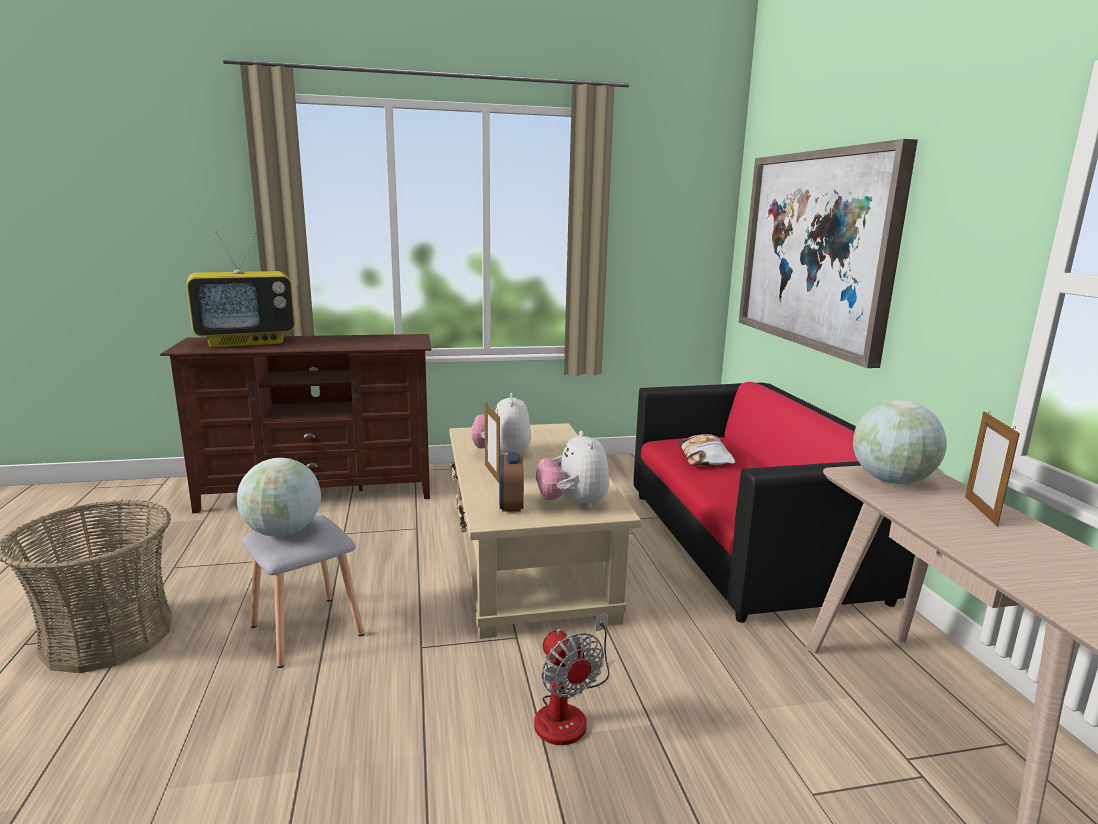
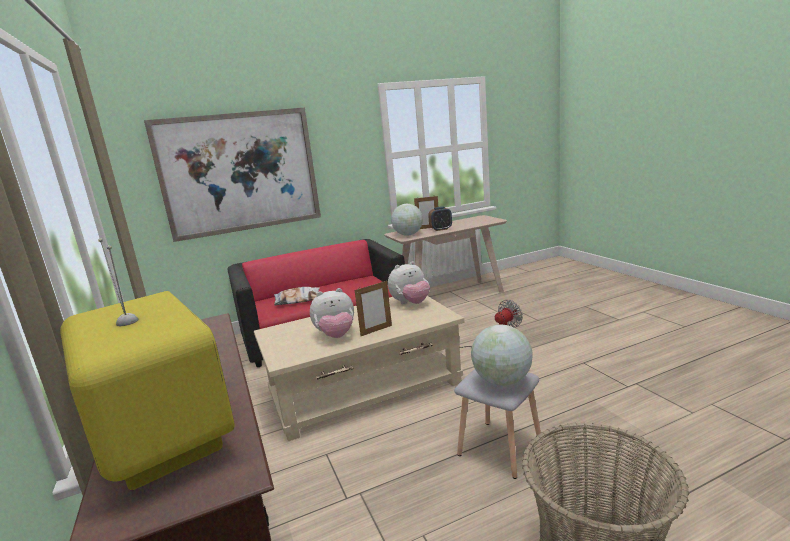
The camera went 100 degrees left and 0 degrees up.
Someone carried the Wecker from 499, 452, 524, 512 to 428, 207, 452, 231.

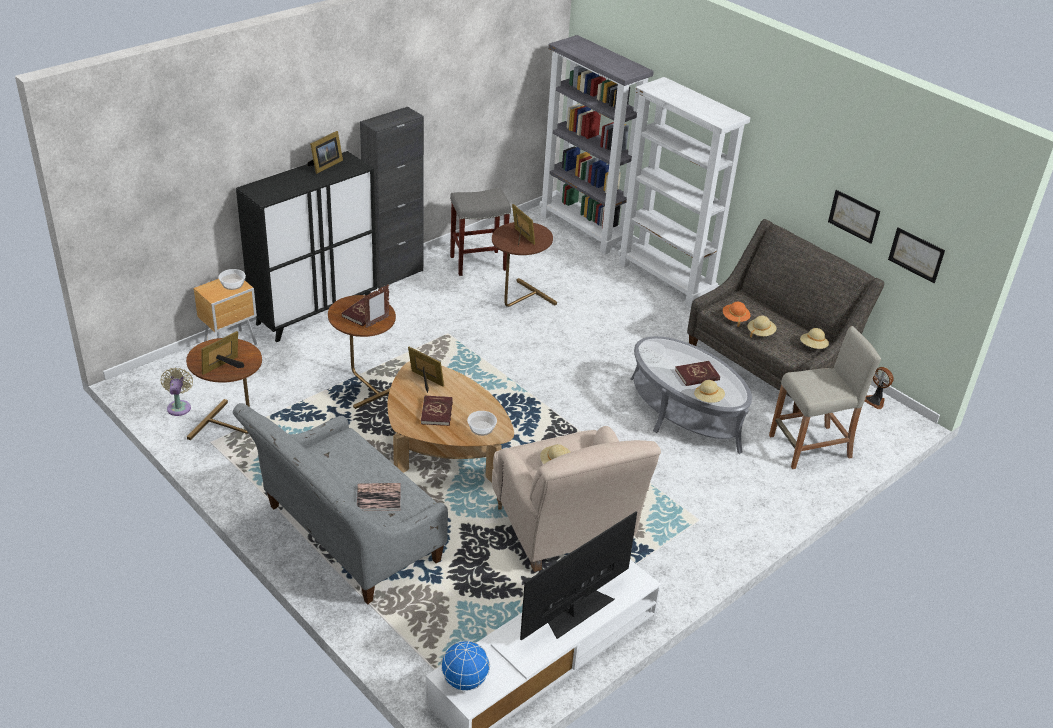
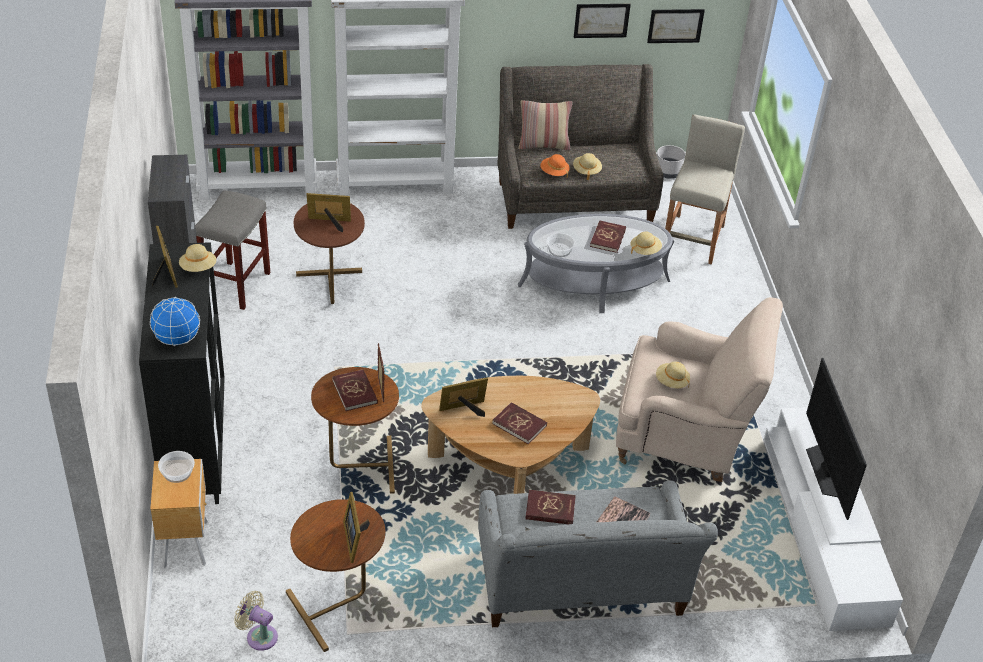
The camera went 55 degrees left and 5 degrees up.
Someone carried the Hut (beige) from 800, 328, 829, 349 to 179, 244, 216, 272.
Someone swapped the Ventilator at 865, 367, 893, 409 for the Pflanzkübel (grau) at 657, 145, 685, 179.
Someone took away the Schüssel at 467, 411, 497, 436.
Someone carried the Globus from 441, 641, 490, 691 to 150, 297, 200, 346.
Someone put down the Kissen at 518, 100, 573, 150.
Someone put down the Buch (rot) at 525, 490, 576, 524.

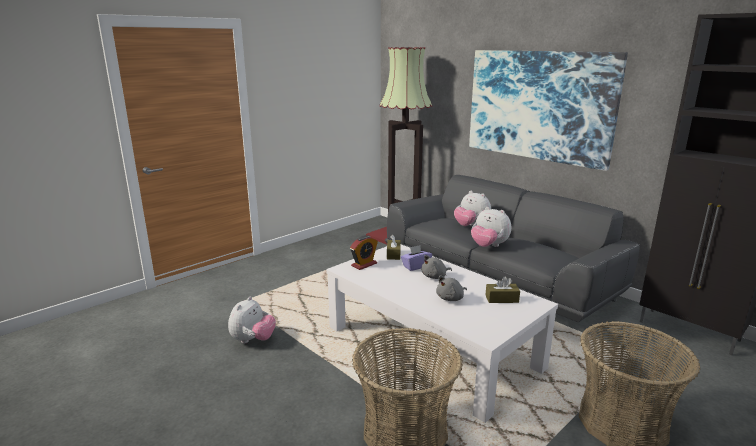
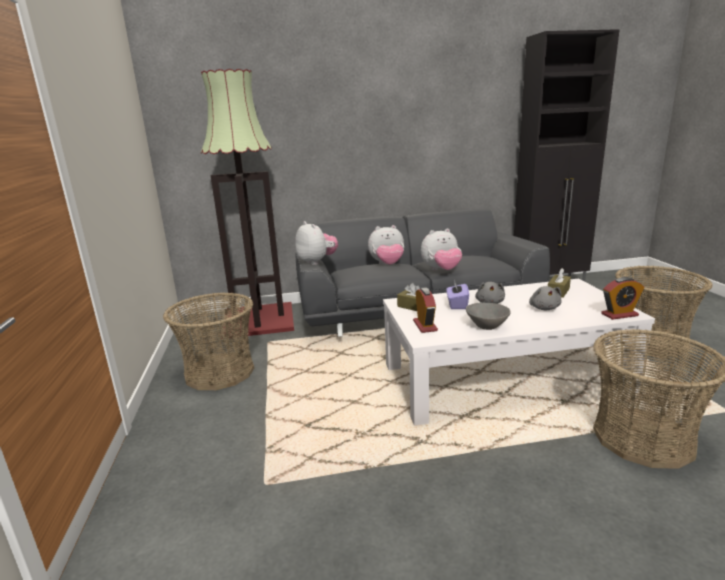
The camera went 55 degrees left and 0 degrees up.
Someone took away the Bild at 469, 50, 628, 171.
Someone carried the Plüschtier from 228, 297, 276, 344 to 295, 221, 338, 265.
Someone put down the Wecker at 601, 277, 644, 320.
Someone put down the Korb at 163, 293, 254, 390.
Someone put down the Schüssel (grau) at 466, 303, 511, 330.

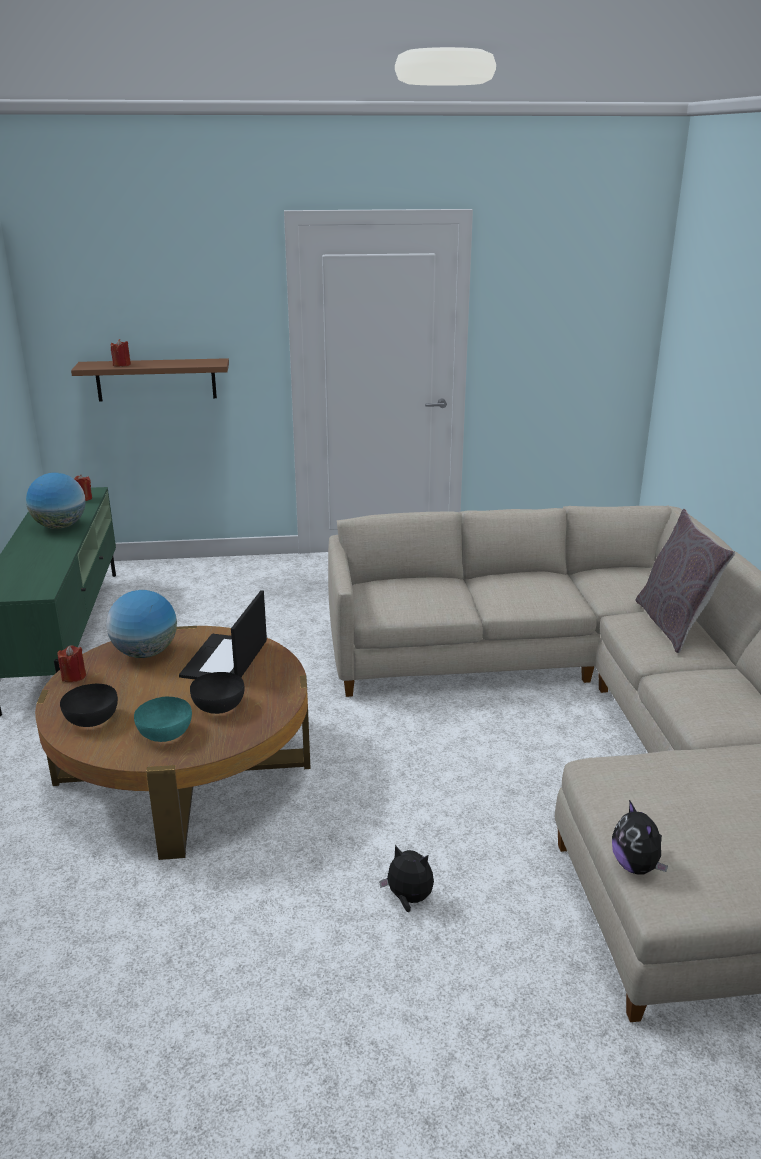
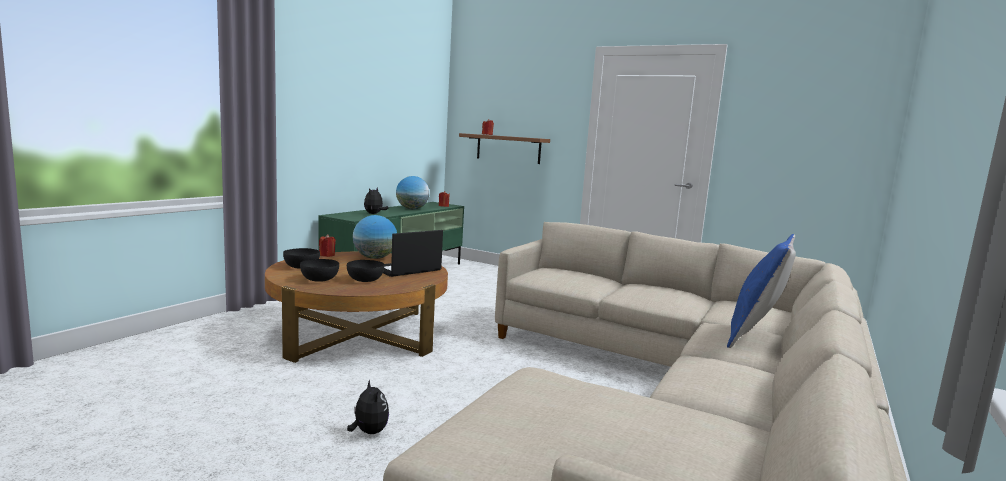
The camera went 35 degrees right and 15 degrees down.
Someone repainted the Kissen (grau) at 636, 509, 735, 653, which became the Kissen (blau) at 727, 234, 796, 348.
Someone repainted the Schüssel (türkis) at 134, 697, 192, 742, which became the Schüssel (schwarz) at 300, 259, 339, 282.
Someone carried the Plüschtier from 612, 800, 668, 875 to 364, 187, 388, 214.

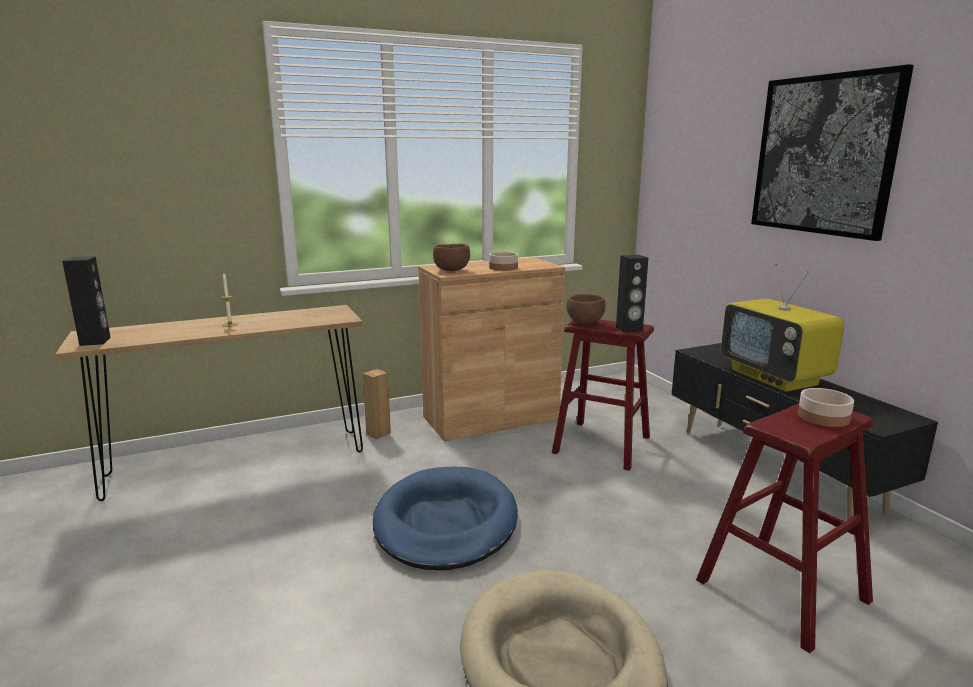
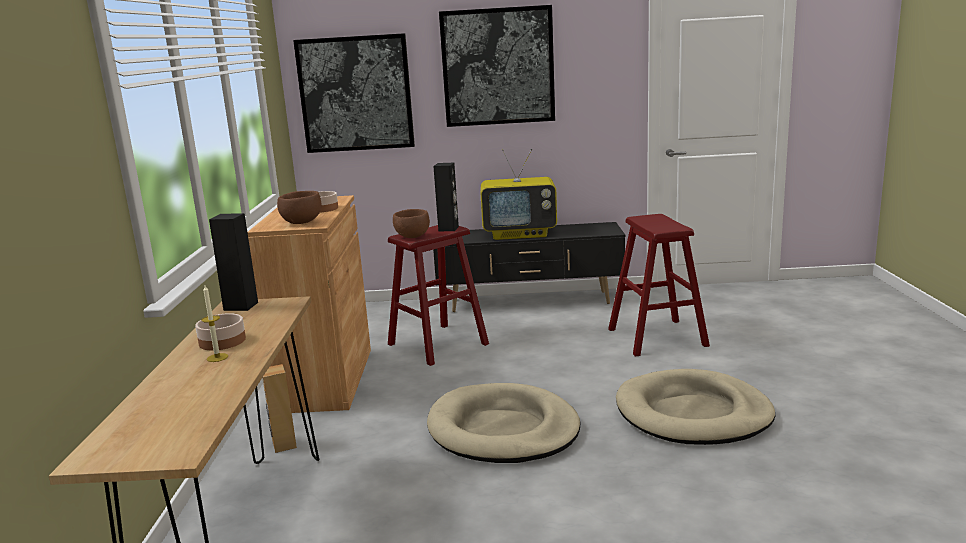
The camera went 65 degrees left and 0 degrees up.
Someone carried the Lautsprecher (schwarz) from 62, 256, 111, 346 to 209, 213, 258, 311.
Someone carried the Schüssel from 798, 388, 854, 427 to 195, 313, 246, 350.
Someone repainted the Hundebett (blau) at 373, 466, 518, 571, which became the Hundebett (beige) at 427, 383, 580, 463.
Someone put up the Bild at 293, 33, 415, 153.

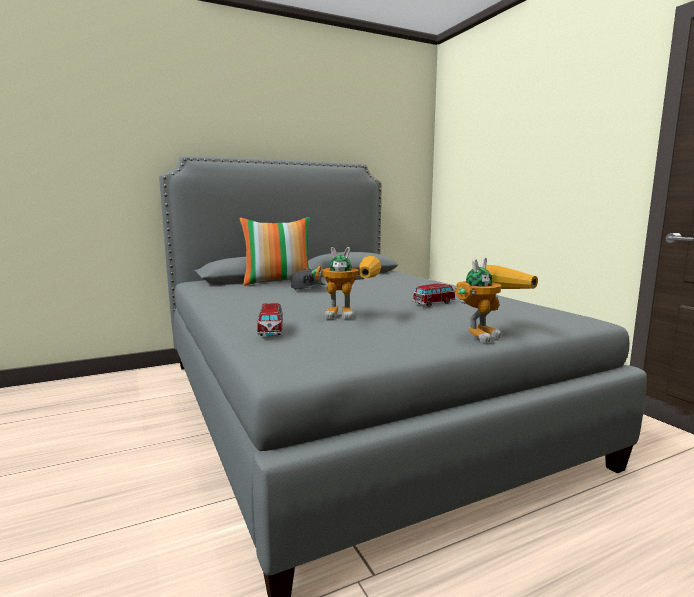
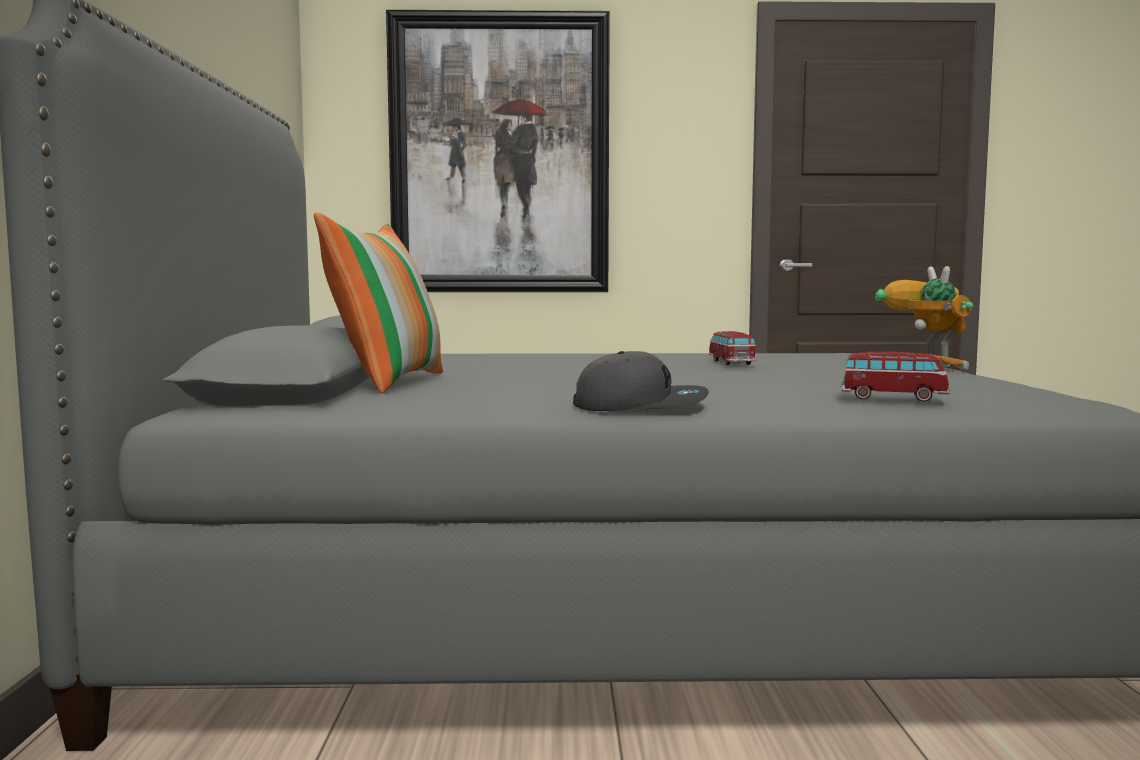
The camera went 65 degrees left and 5 degrees down.
Someone took away the Spielzeugroboter at 312, 247, 381, 319.
Someone carried the Kappe (grau) from 291, 269, 326, 290 to 573, 351, 709, 411.
Someone put up the Bild at 386, 10, 610, 292.

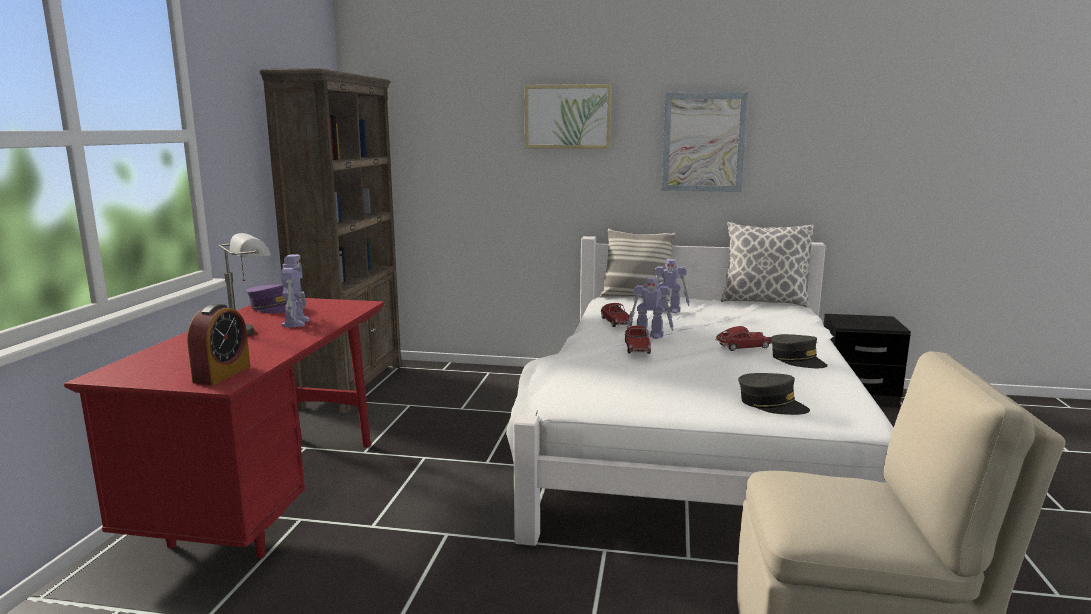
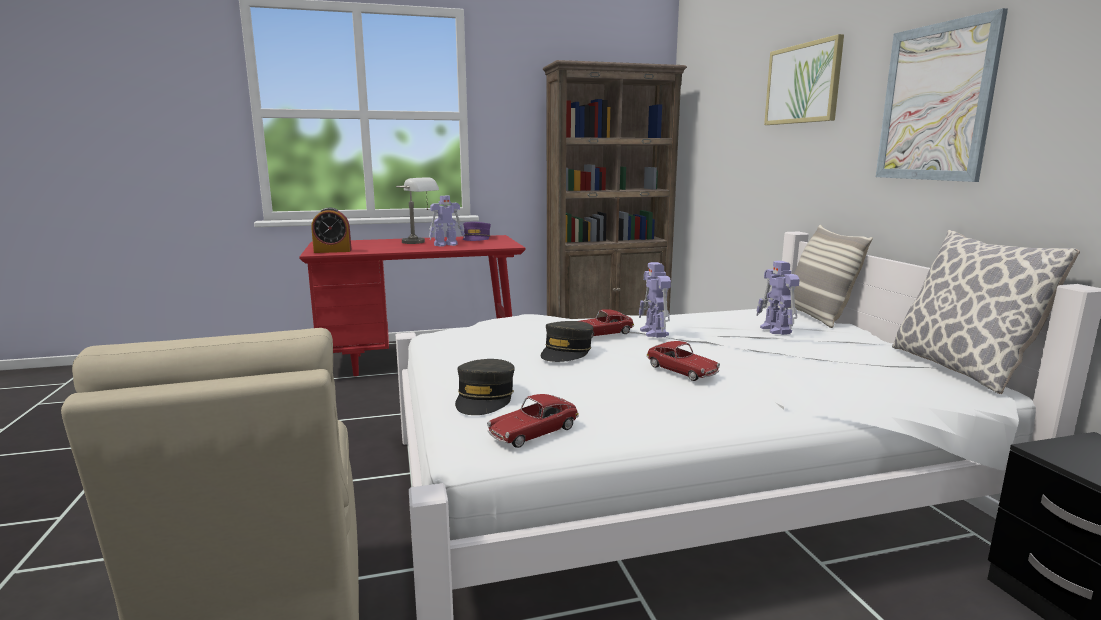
The camera went 65 degrees right and 0 degrees up.
Someone carried the Spielzeugauto from 600, 303, 633, 327 to 487, 394, 579, 448.
Someone carried the Kappe (grau) from 771, 334, 828, 368 to 541, 321, 593, 362.

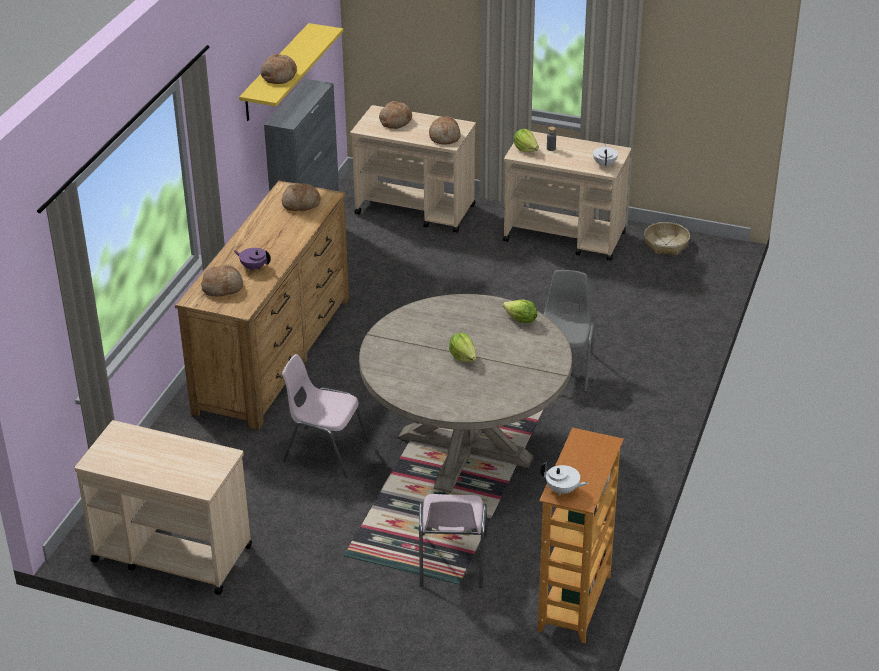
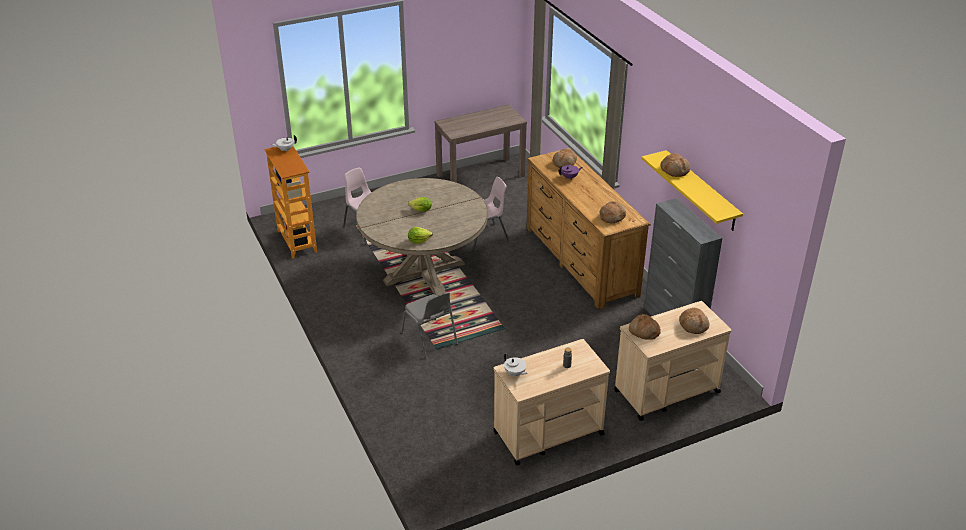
The camera went 135 degrees right and 0 degrees up.
Someone took away the Salatkopf at 514, 129, 539, 153.
Someone took away the Korb at 644, 222, 690, 255.
Someone swapped the Rollwagen (beige) at 74, 420, 252, 595 for the Konsolentisch (braun) at 434, 104, 527, 183.

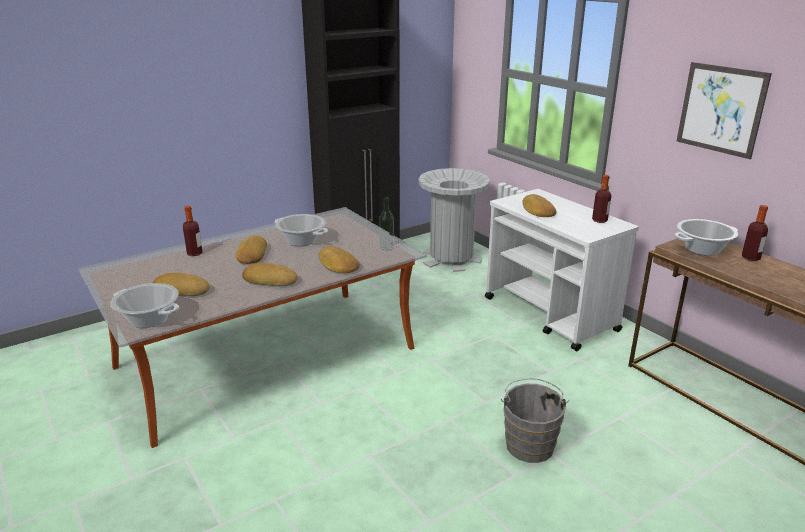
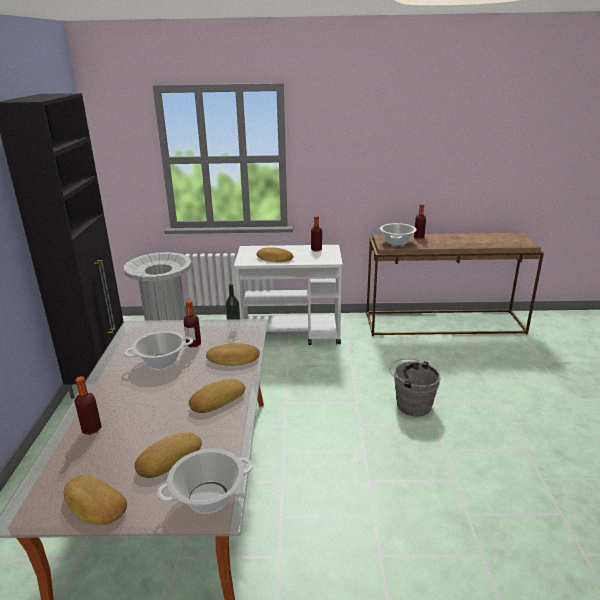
The camera went 55 degrees left and 0 degrees up.
Someone took away the Bild at 677, 62, 772, 159.
Someone carried the Brot from 236, 236, 267, 264 to 64, 475, 127, 525.
Someone put down the Flasche at 184, 300, 201, 347.

